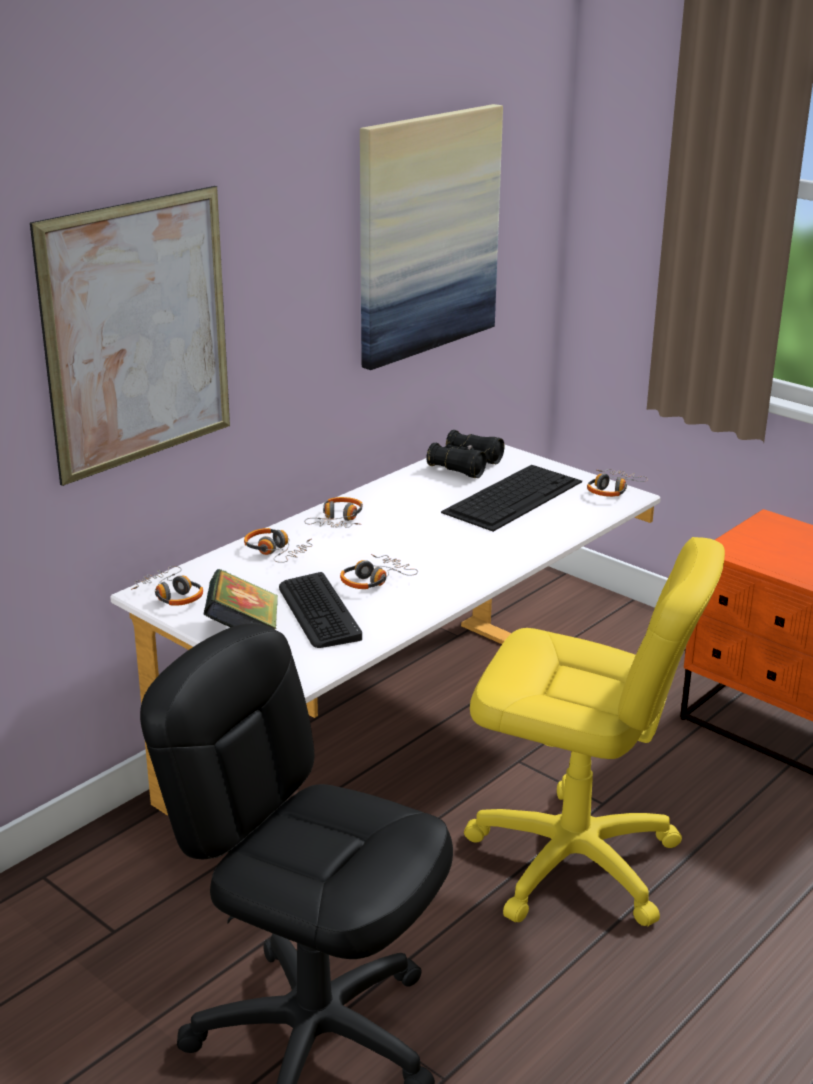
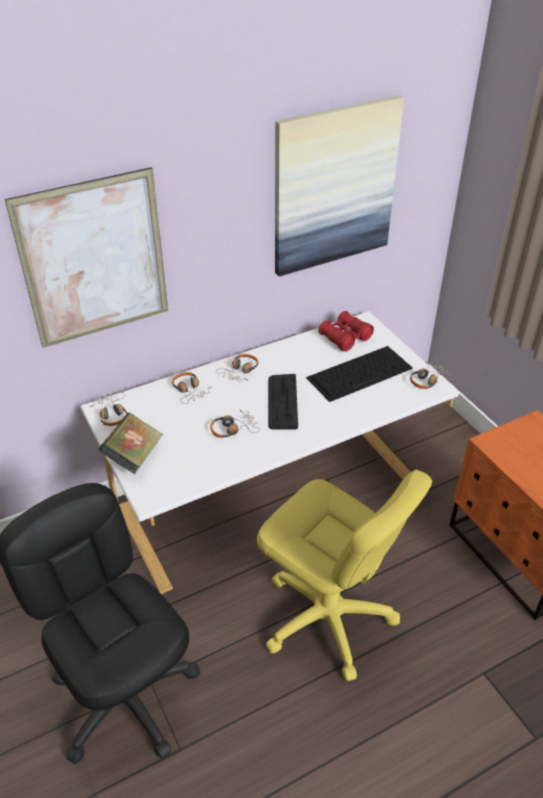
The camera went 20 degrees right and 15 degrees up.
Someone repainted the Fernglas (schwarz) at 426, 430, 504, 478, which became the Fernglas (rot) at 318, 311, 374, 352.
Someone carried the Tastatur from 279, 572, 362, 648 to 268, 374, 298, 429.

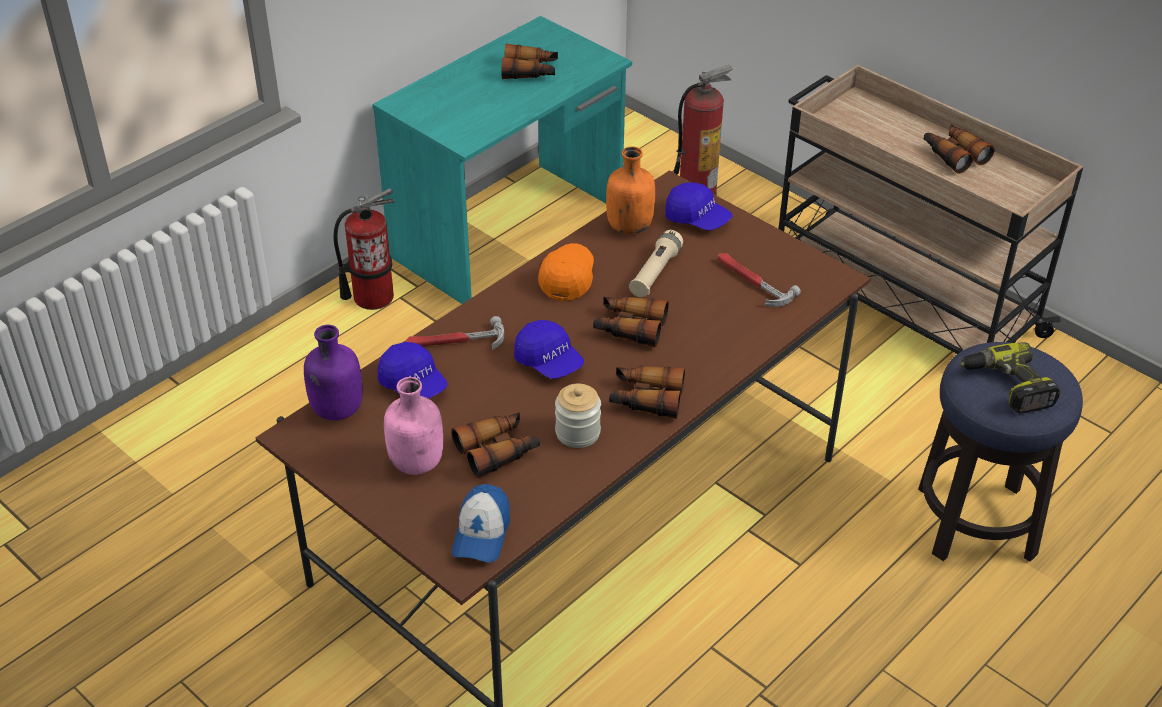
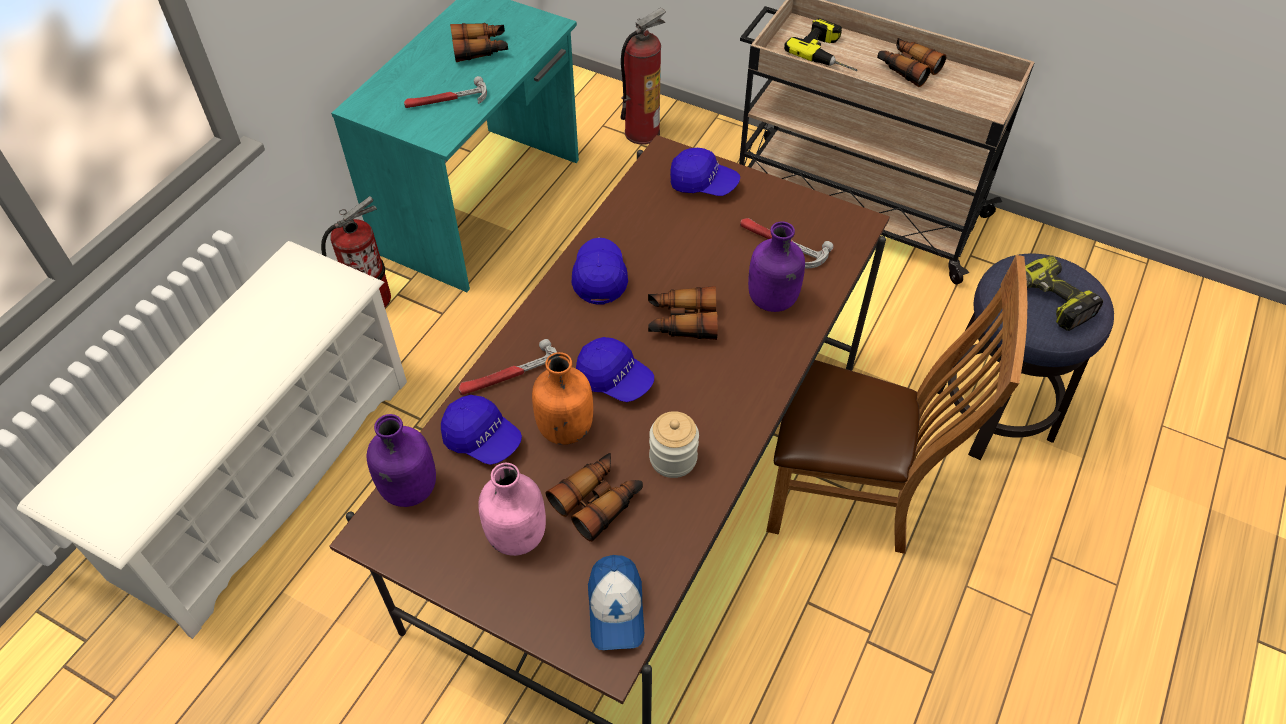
The camera went 15 degrees left and 10 degrees up.
Someone carried the Flasche (orange) from 606, 146, 655, 234 to 532, 352, 593, 445.
Someone took away the Taschenlampe (beige) at 629, 230, 683, 297.
Someone repainted the Kappe (orange) at 538, 243, 594, 301, which became the Kappe (blau) at 571, 238, 628, 305.
Someone took away the Fernglas at 609, 366, 685, 419.
Someone put down the Bohrmaschine at 784, 18, 857, 71.
Someone put down the Hammer at 404, 76, 487, 108.
Someone put down the Flasche (lila) at 748, 221, 805, 312.
Someone put down the Schuhregal (weiß) at 17, 241, 407, 639.
Someone put down the Stuhl (braun) at 766, 255, 1027, 554.

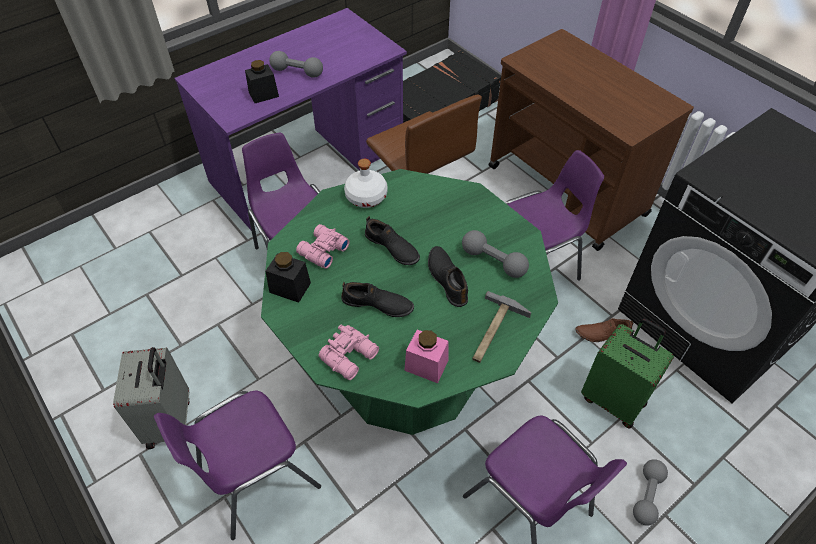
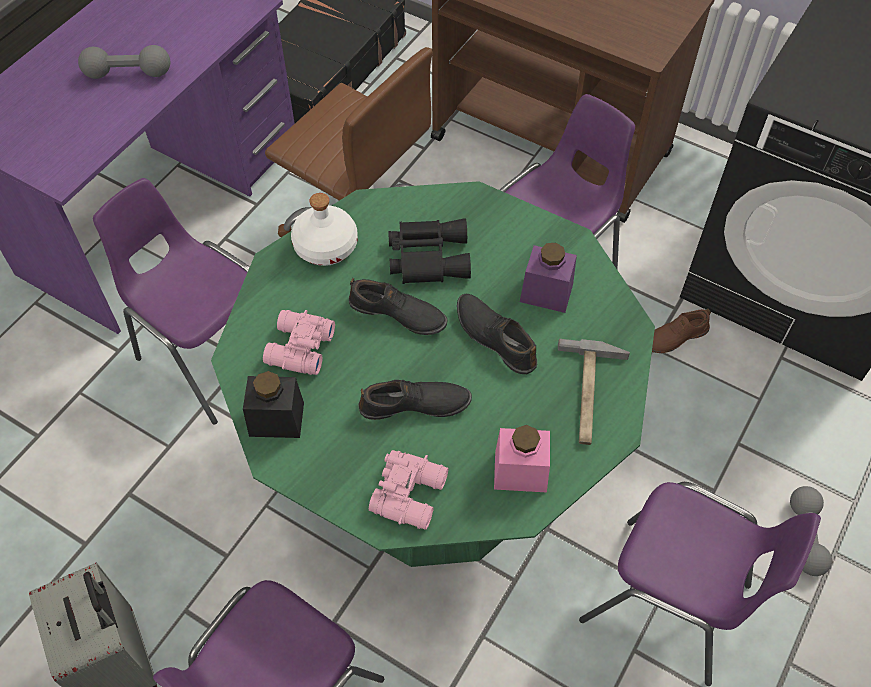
The camera went 20 degrees left and 5 degrees up.
Someone took away the Vorratsglas (schwarz) at 245, 60, 279, 103.
Someone swapped the Hantel (grau) at 462, 230, 529, 278 for the Vorratsglas (lila) at 520, 243, 577, 313.
Someone took away the Koffer (grün) at 581, 318, 674, 429.
Someone put down the Fernglas (schwarz) at 388, 218, 471, 284.

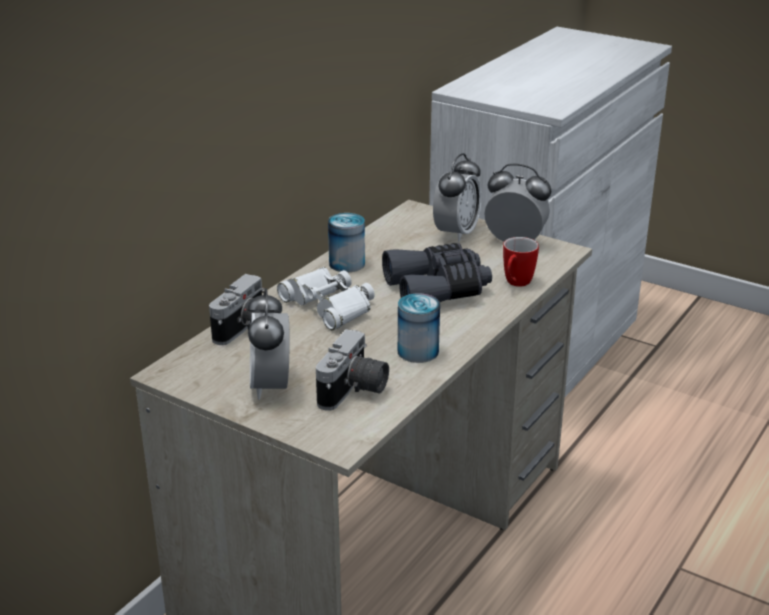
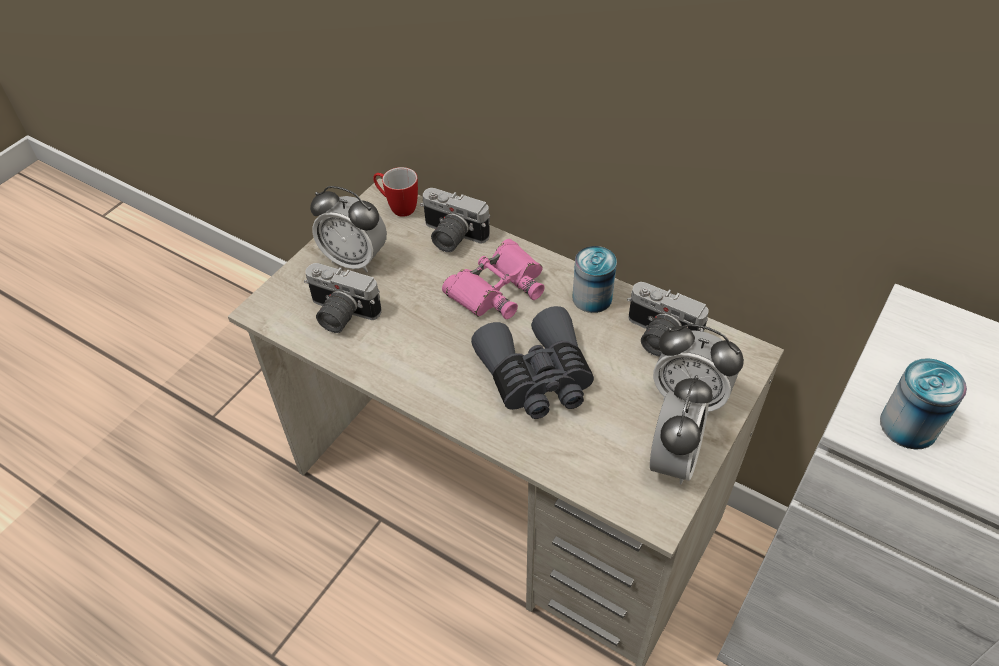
The camera went 90 degrees right and 20 degrees up.
Someone carried the Henkelbecher from 503, 237, 539, 287 to 373, 167, 418, 217.
Someone repainted the Fernglas (weiß) at 277, 267, 375, 330, which became the Fernglas (rosa) at 442, 239, 545, 319.
Someone rotated the Wecker at 248, 288, 290, 400 by 150 degrees counterclockwise.
Someone carried the Dose from 398, 293, 440, 363 to 880, 358, 967, 450.
Someone put down the Kamera at 627, 282, 708, 357.

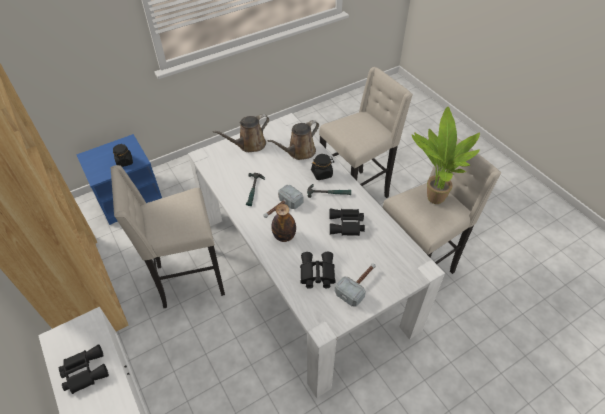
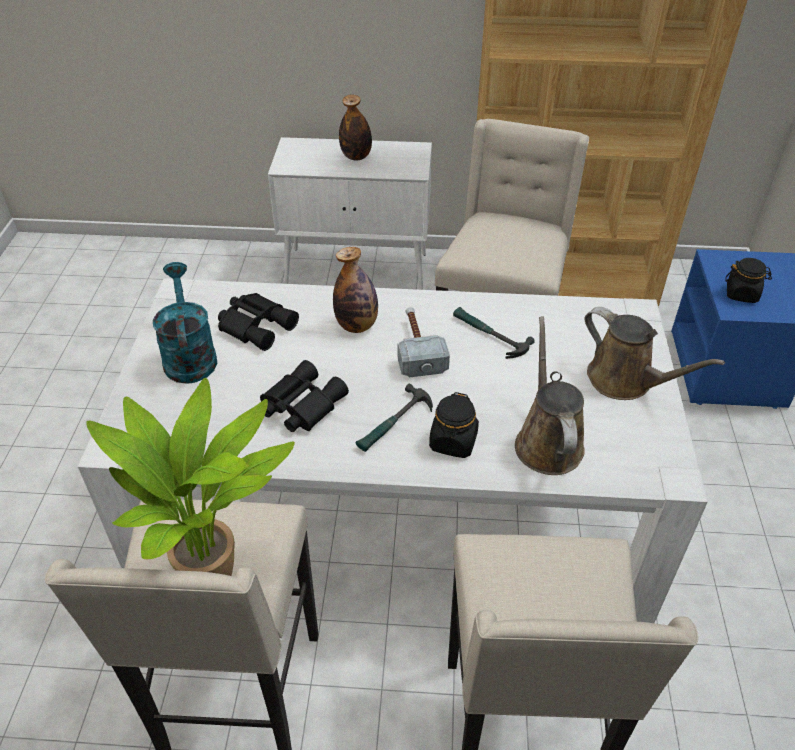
The camera went 125 degrees right and 5 degrees down.
Someone rotated the Gießkanne (braun) at 213, 114, 269, 152 by 135 degrees clockwise.
Someone swapped the Hammer at 335, 263, 376, 307 for the Gießkanne (türkis) at 153, 262, 217, 384.
Someone swapped the Fernglas (schwarz) at 59, 344, 109, 394 for the Flasche at 339, 95, 372, 160.

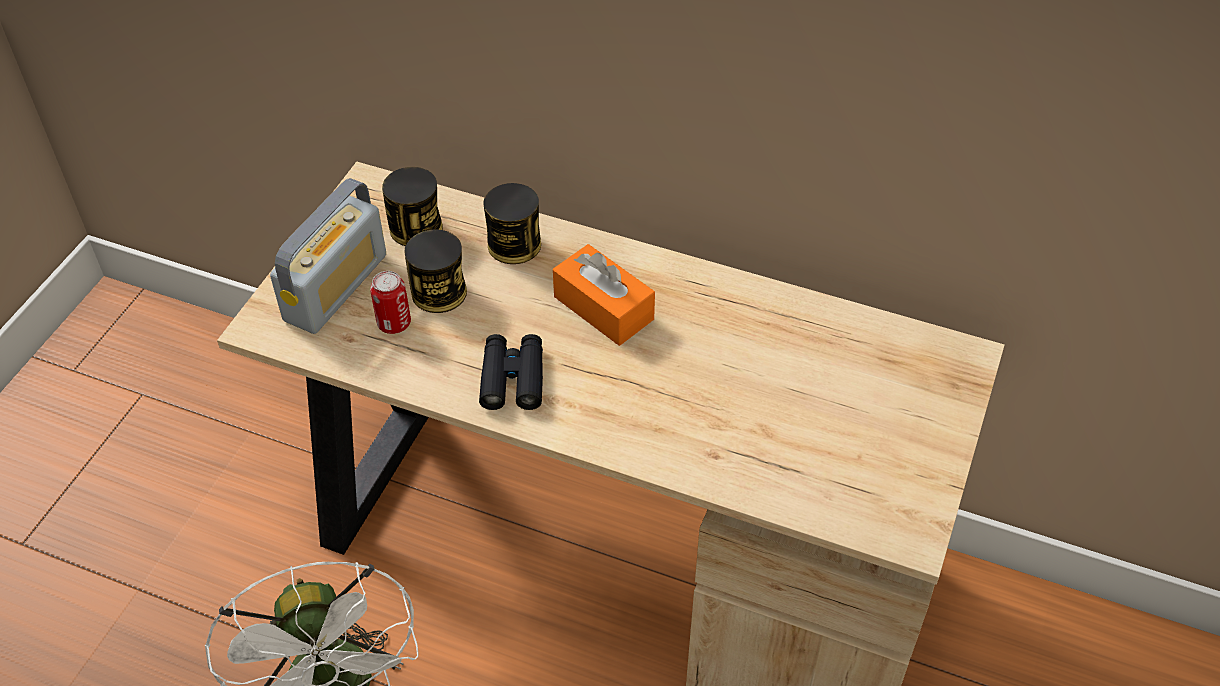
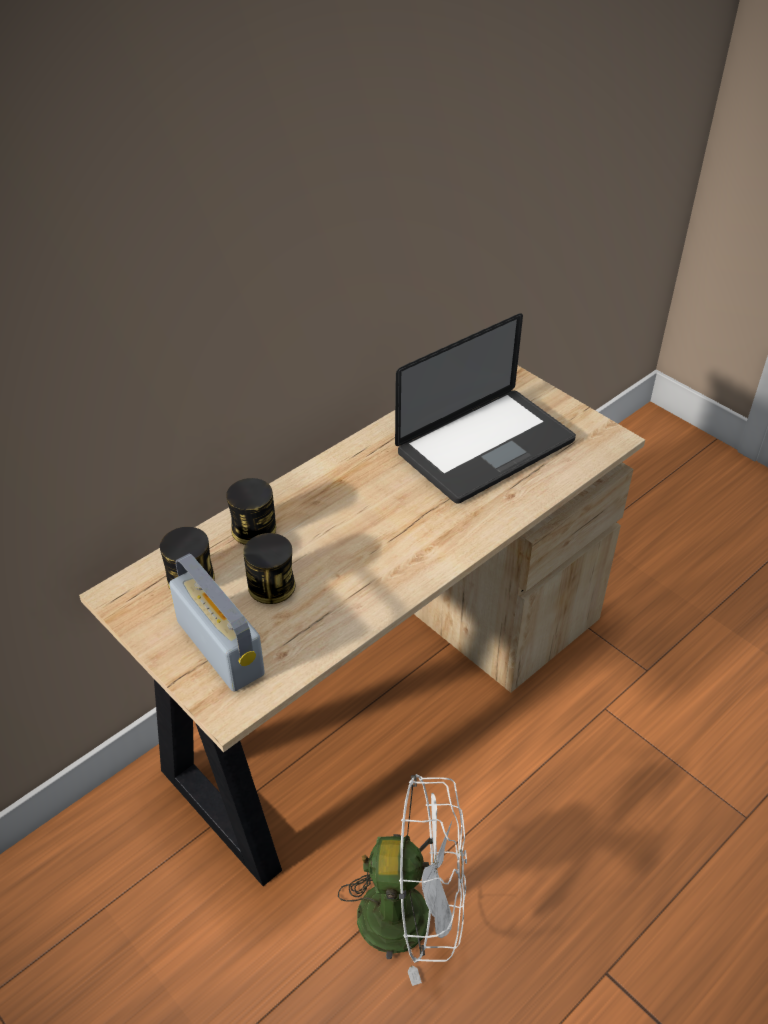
The camera went 65 degrees left and 5 degrees down.
Someone took away the Taschentuchbox (orange) at 553, 244, 655, 346.
Someone took away the Dose at 370, 271, 411, 334.
Someone took away the Fernglas (schwarz) at 479, 334, 543, 410.
Someone put down the Laptop at 395, 313, 576, 504.

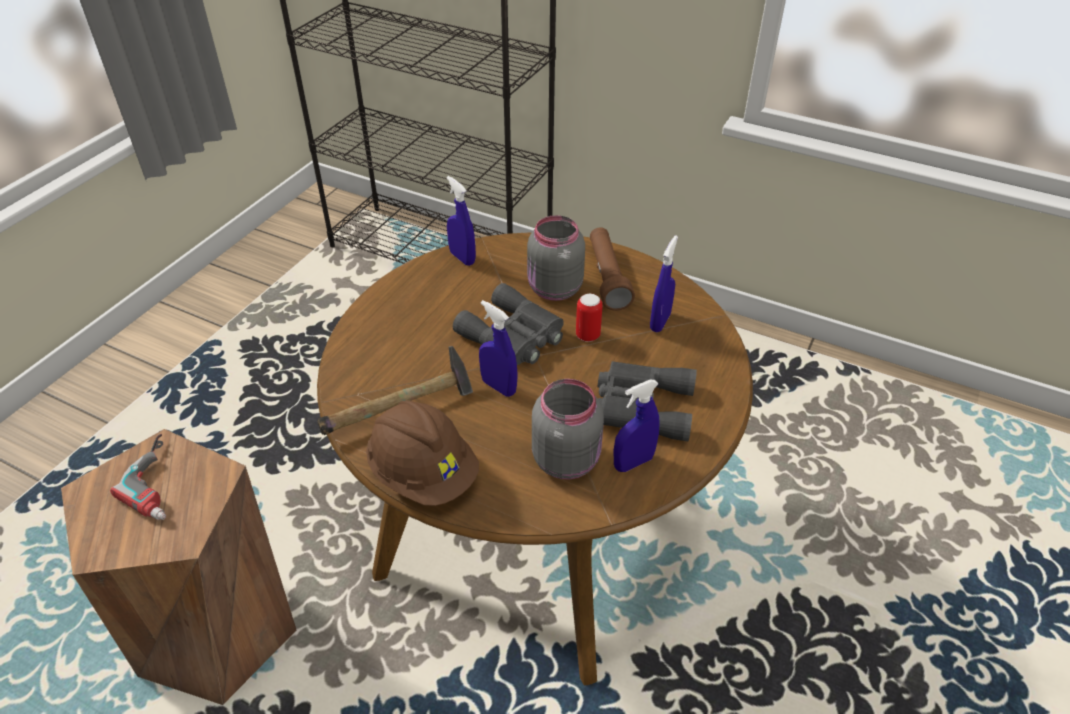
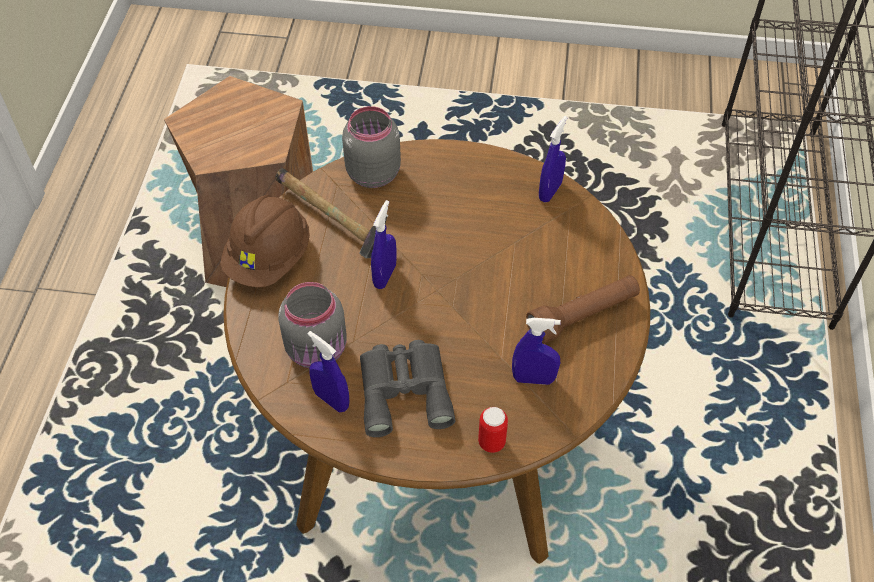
The camera went 70 degrees right and 10 degrees up.
Someone carried the Vorratsglas (grau) from 527, 215, 585, 301 to 342, 106, 401, 188.
Someone took away the Fernglas (grau) at 453, 283, 564, 365.
Someone carried the Dose from 576, 294, 603, 342 to 478, 407, 508, 453.
Someone took away the Bohrmaschine at 110, 434, 166, 520.

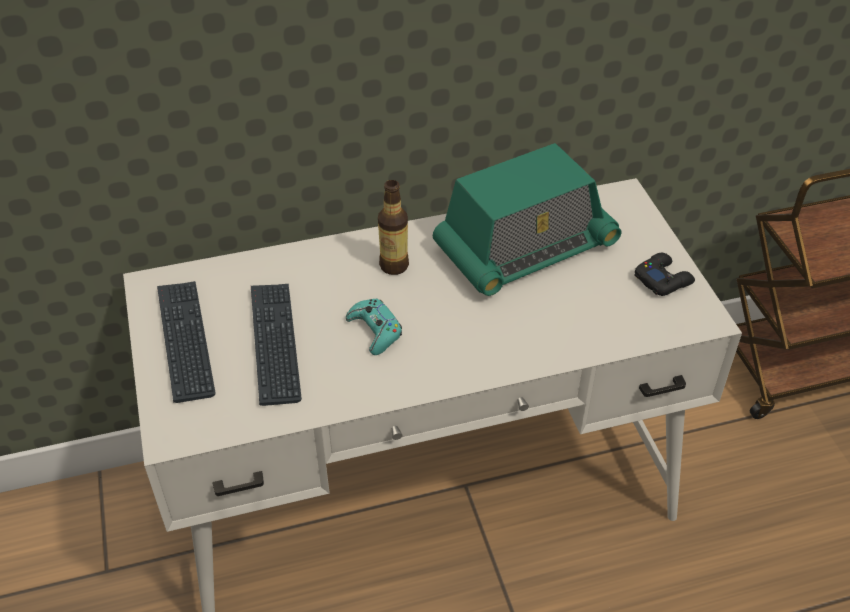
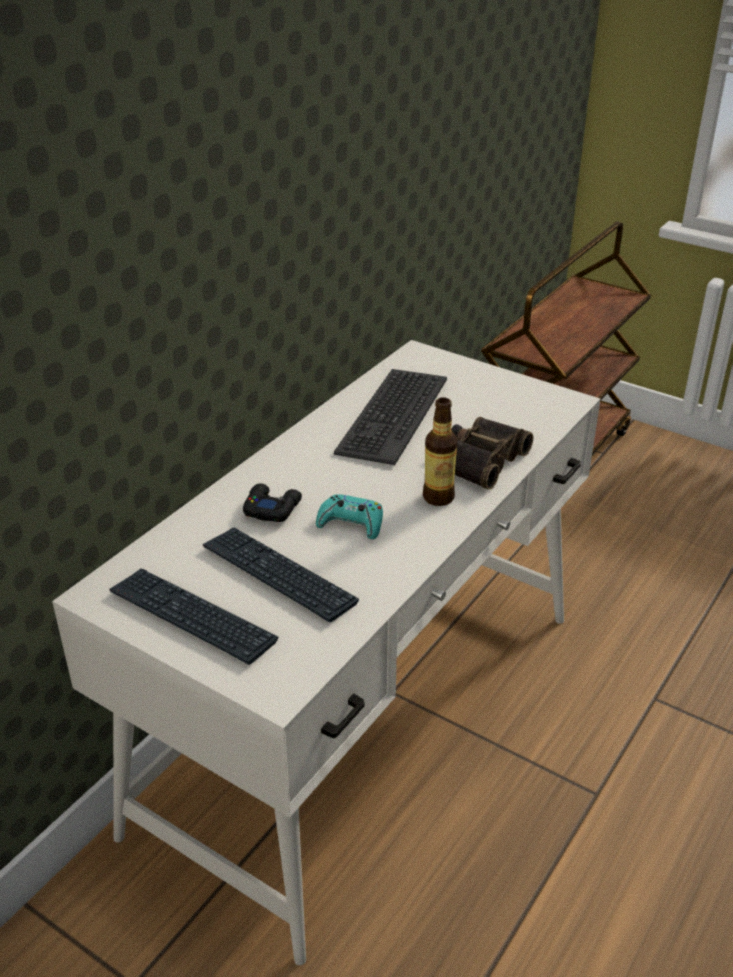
The camera went 40 degrees left and 10 degrees down.
Someone swapped the Radio at 433, 143, 622, 296 for the Tastatur at 334, 369, 447, 465.
Someone carried the Flasche from 378, 180, 409, 275 to 423, 397, 457, 506.
Someone carried the Gamepad (schwarz) from 634, 253, 695, 296 to 243, 483, 302, 522.
Someone put down the Fernglas at 451, 417, 533, 490.

